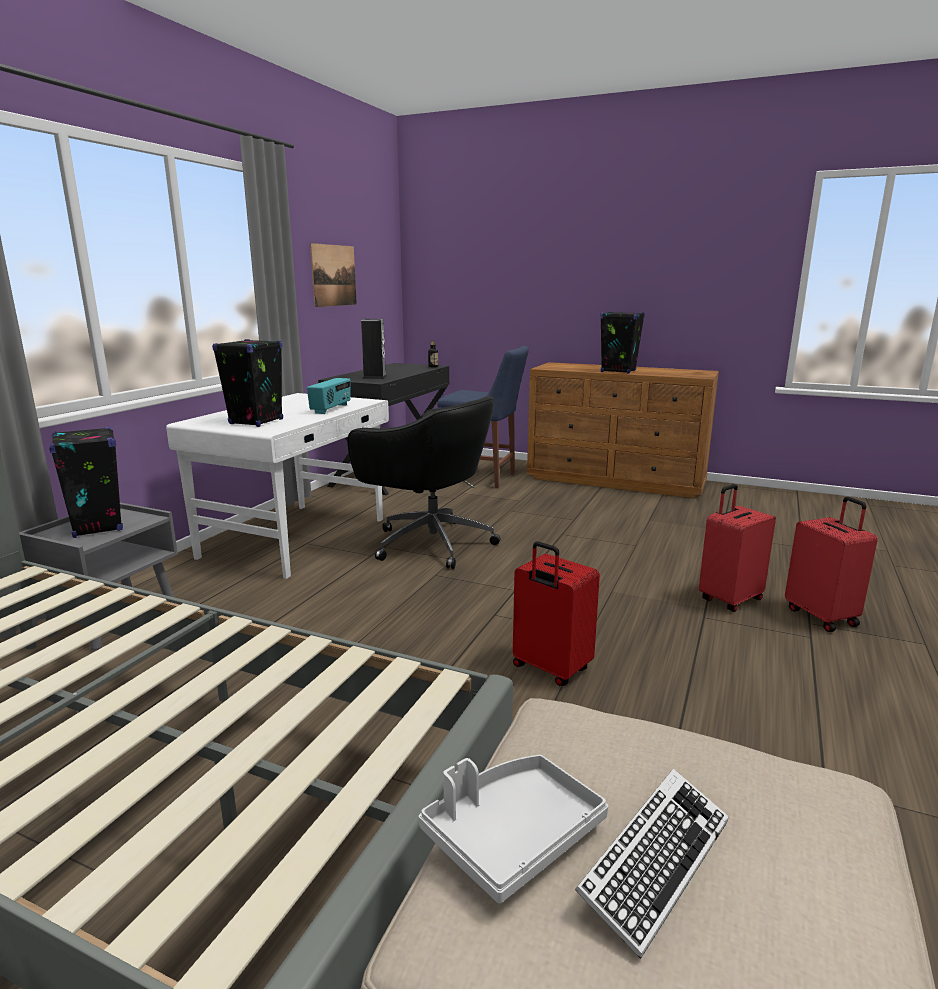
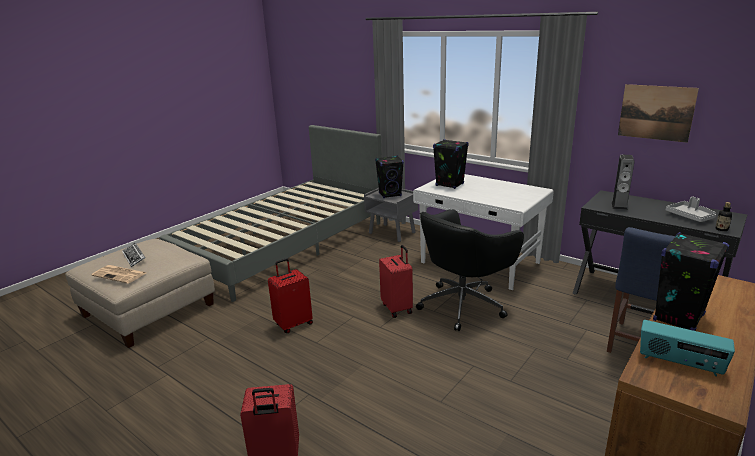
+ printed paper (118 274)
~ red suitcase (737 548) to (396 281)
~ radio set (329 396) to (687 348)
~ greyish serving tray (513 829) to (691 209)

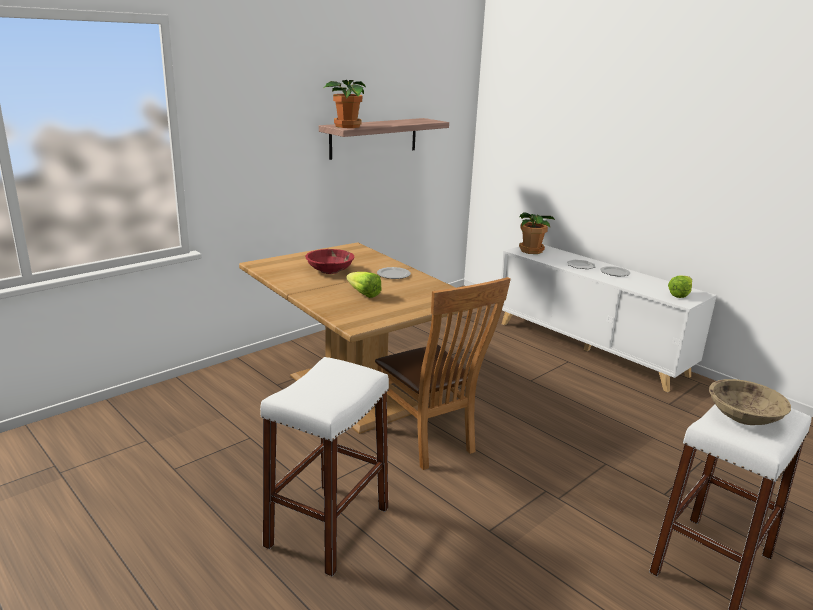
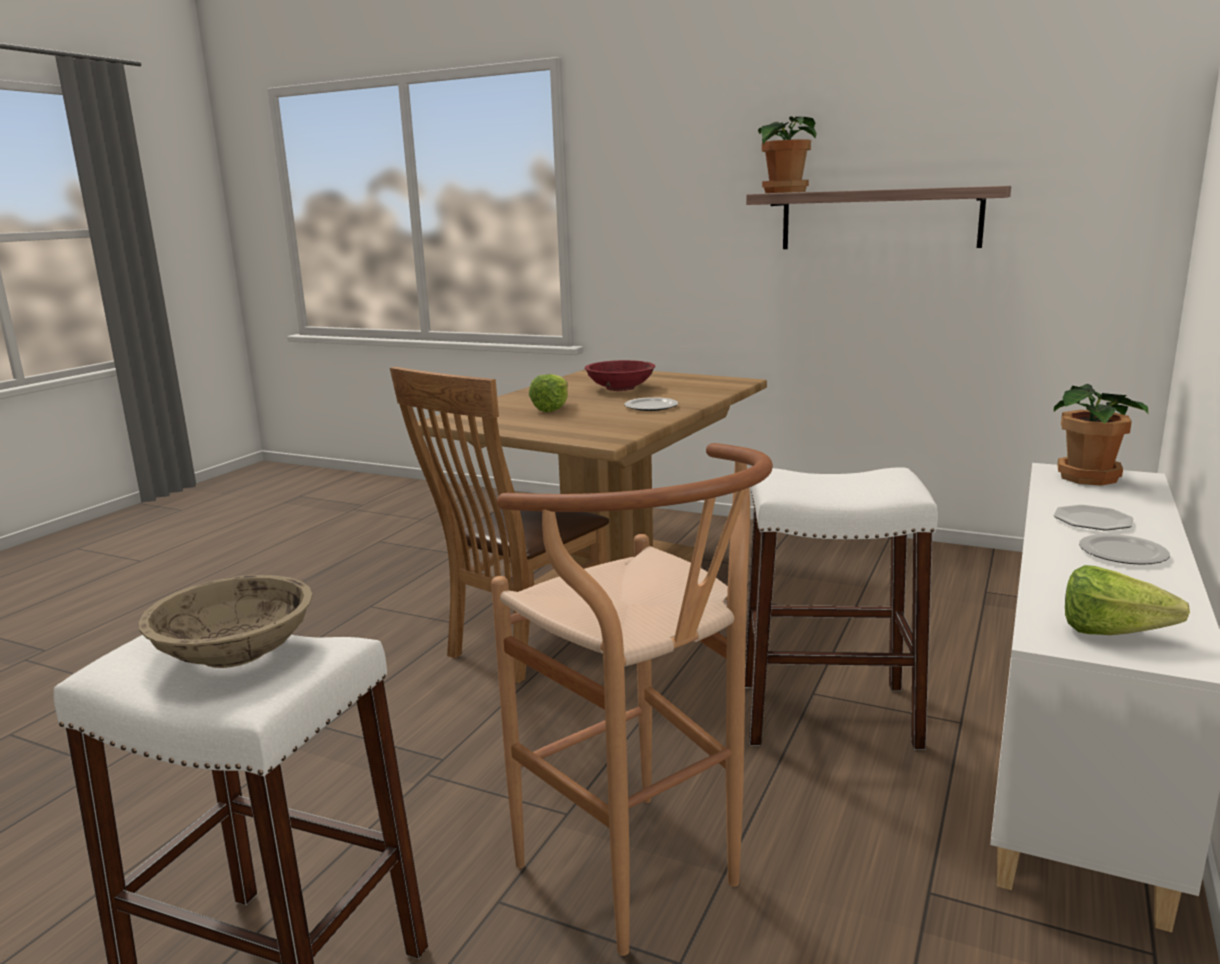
+ brownish sitting stool (632 699)
~ white-coloured sitting stool (324 466) to (841 608)

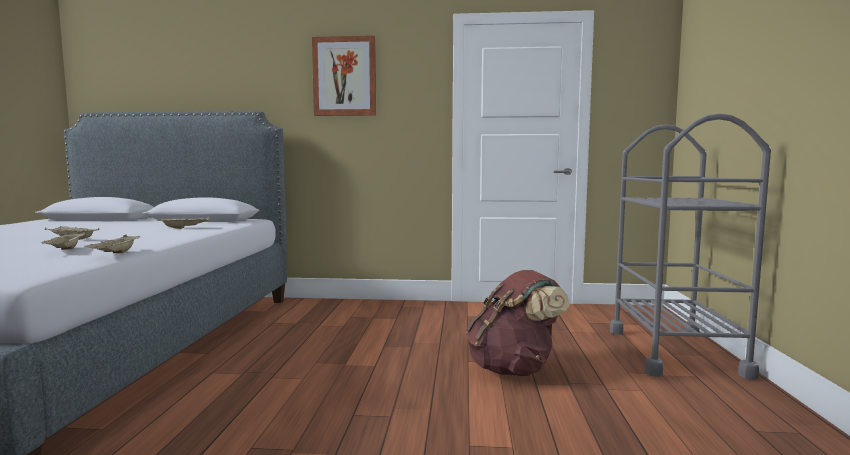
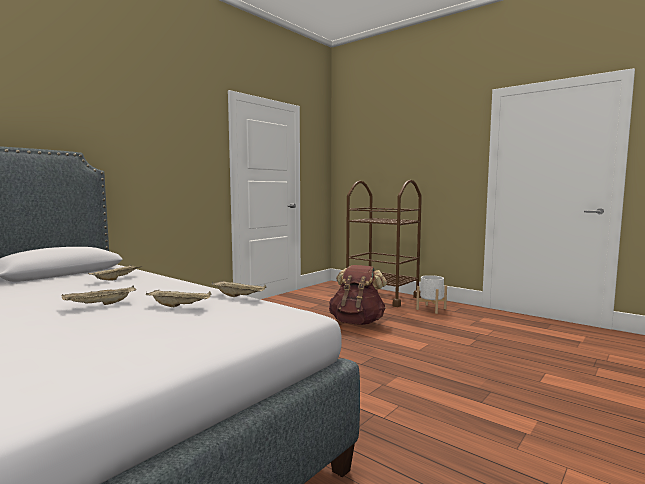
~ greyish wheeled cart (690 246) to brownish wheeled cart (384 243)
+ white-coloured flower pot (431 294)
- wall picture (344 76)

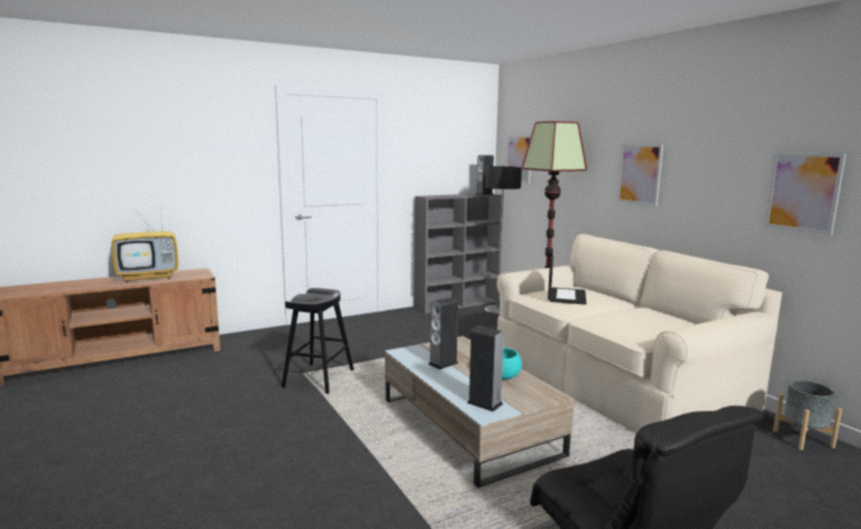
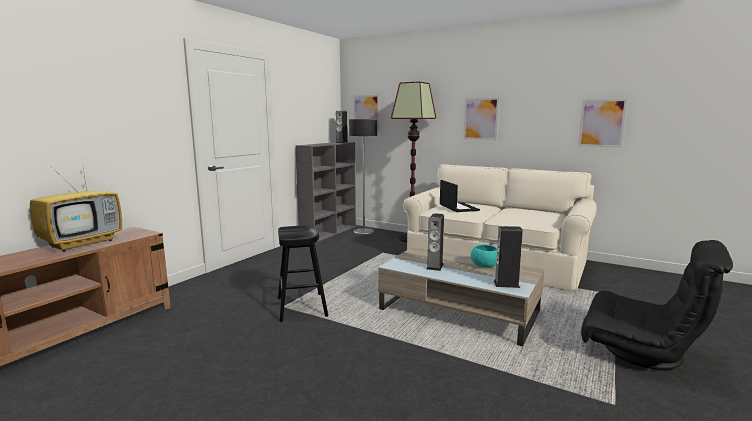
- greyish flower pot (807 415)

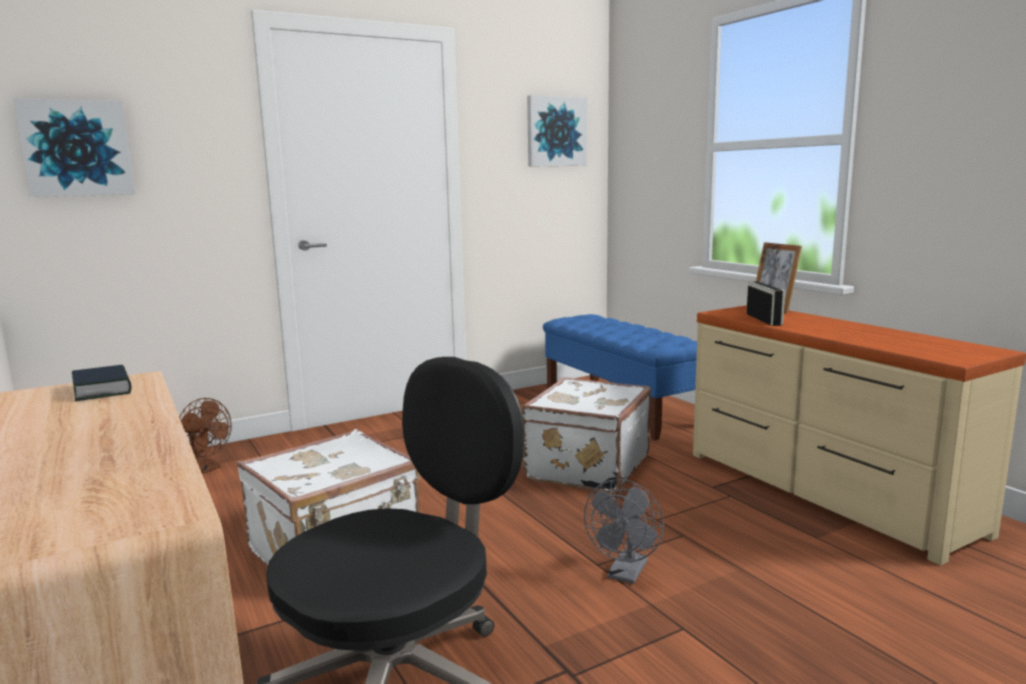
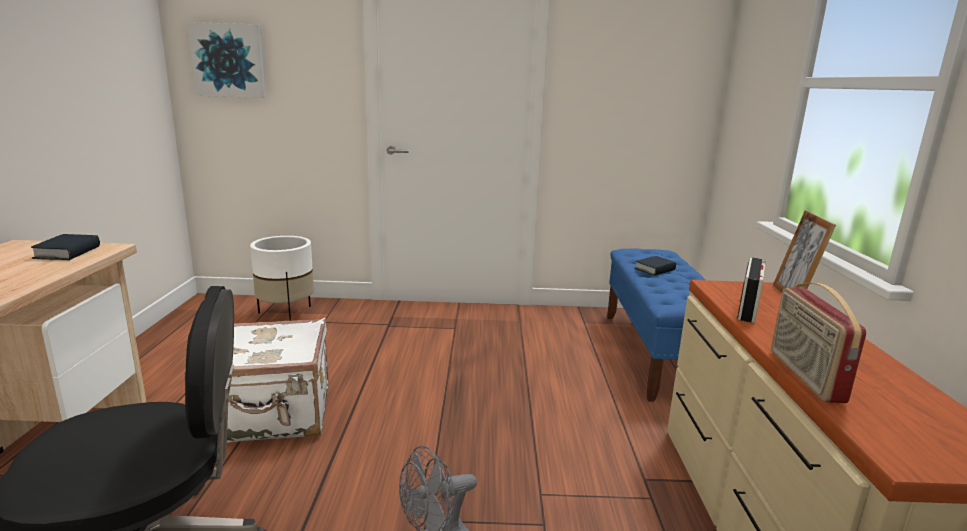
~ brownish cooling fan (205 435) to white-coloured flower pot (282 278)
+ bound book (655 266)
+ radio set (818 343)
- white-coloured suitcase (586 435)
- wall picture (557 131)

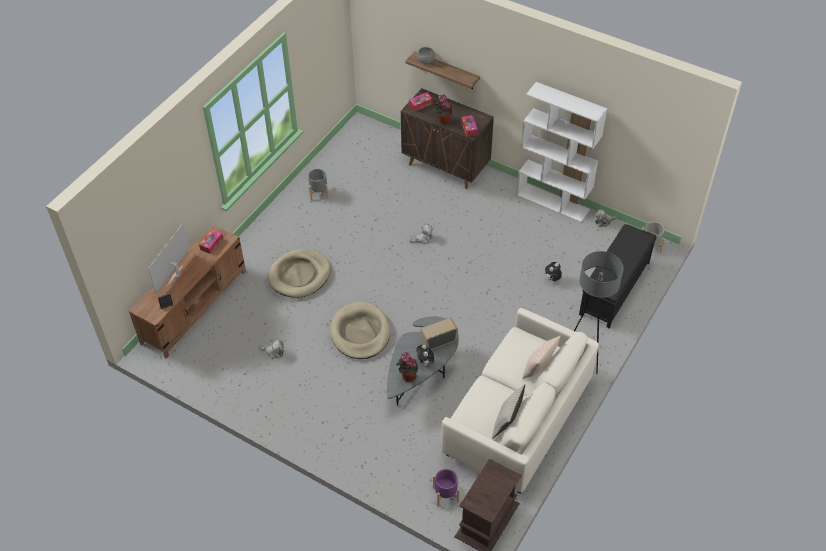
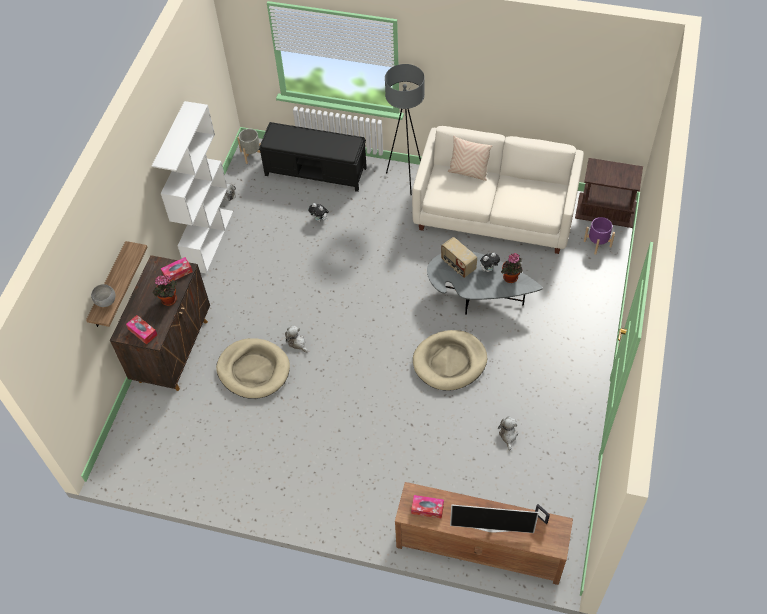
~ sand-coloured dog cushion (299 273) to (253 368)
- greyish flower pot (318 184)
- sand-coloured pillow (508 411)

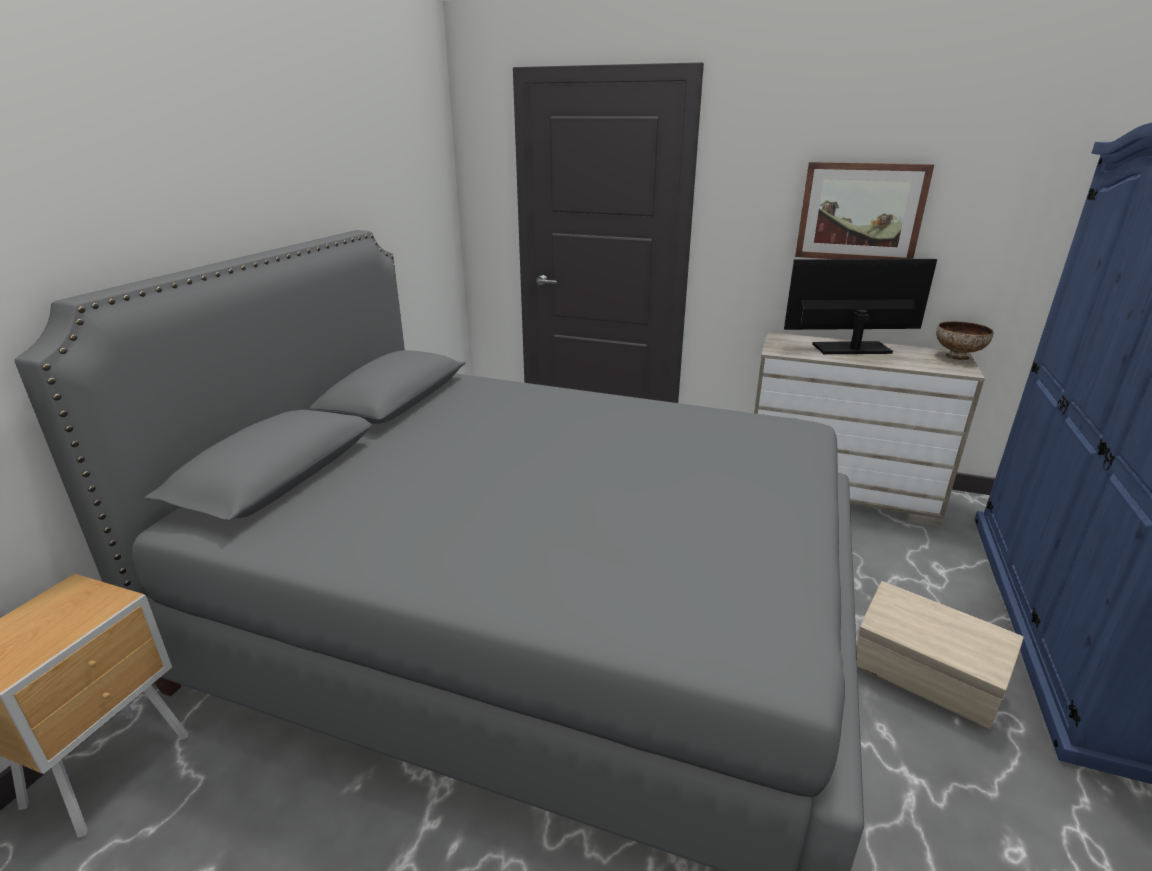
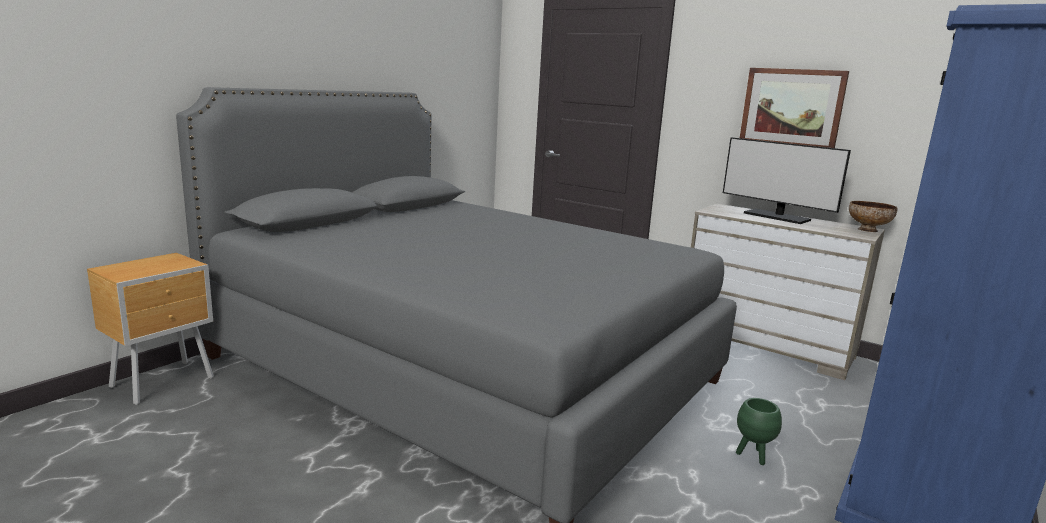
~ monitor (860 306) = (787 180) 150 degrees counterclockwise
~ sand-coloured storage bin (940 655) to green-coloured flower pot (759 431)

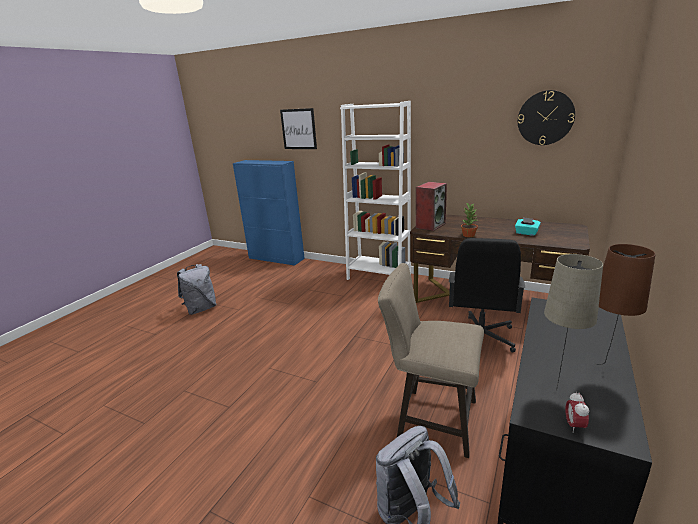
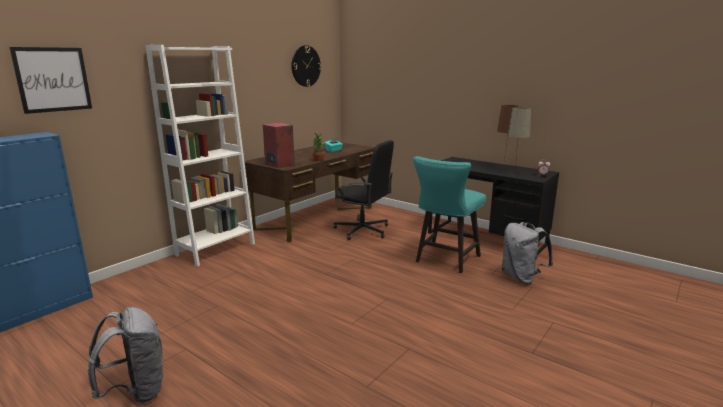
~ sand-coloured sitting stool (431 360) to turquoise sitting stool (449 214)

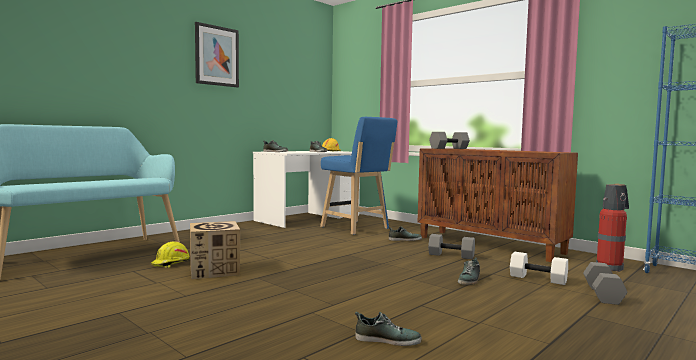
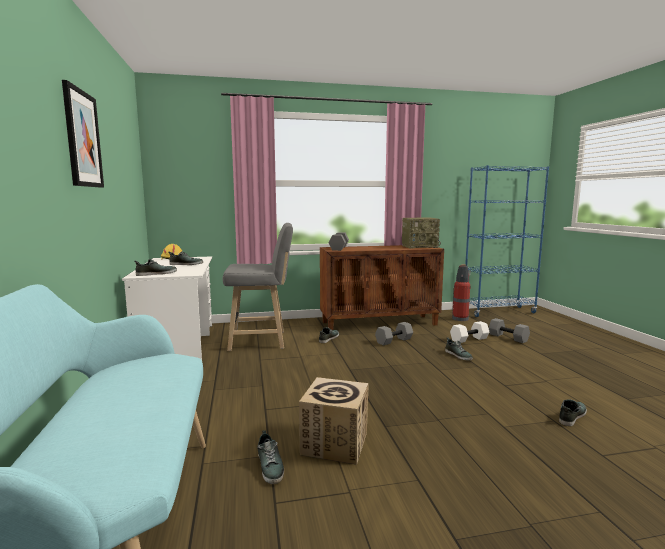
~ blue sitting stool (358 176) to greyish sitting stool (258 287)
~ yellow hard hat (170 254) to low shoe (270 457)
+ radio set (421 233)

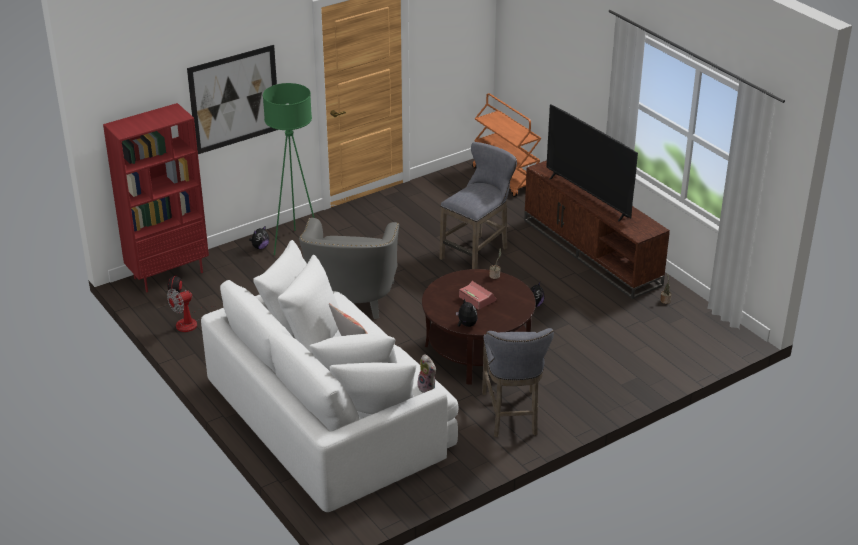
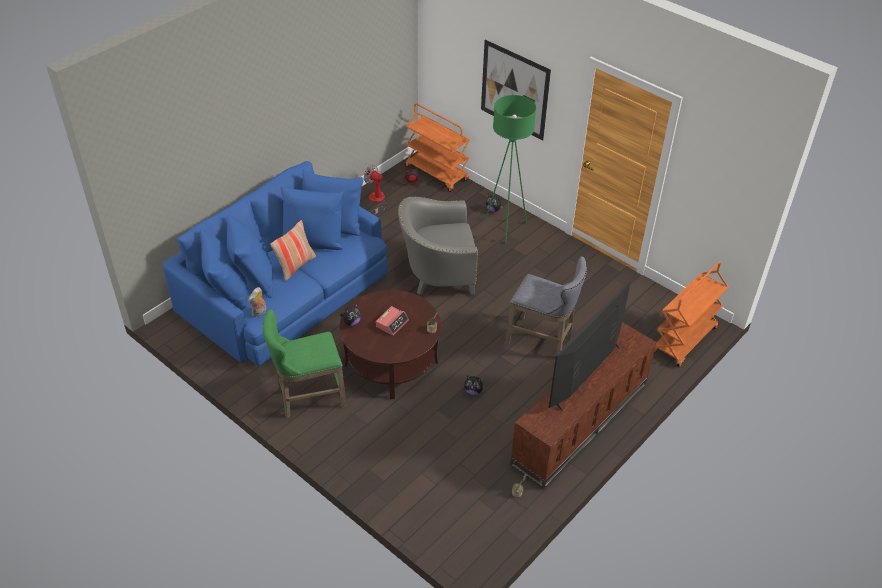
~ white-coloured sofa (329 376) to blue sofa (275 263)
~ greyish sitting stool (518 382) to green-coloured sitting stool (305 363)
~ red shelving unit (156 197) to orange wheeled cart (437 147)

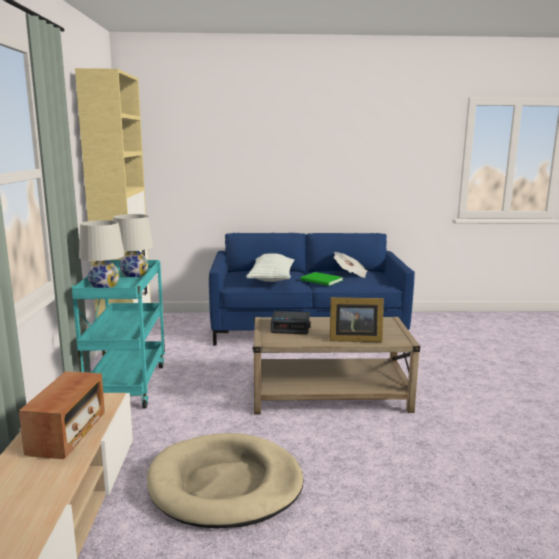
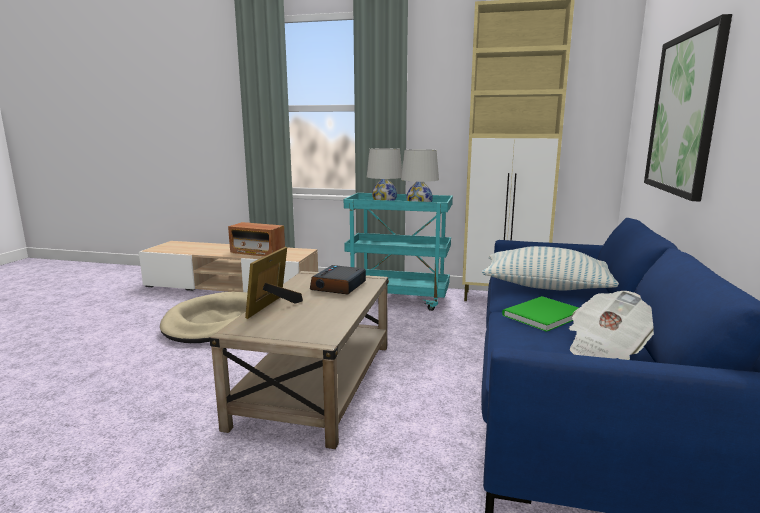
+ wall picture (688 107)

